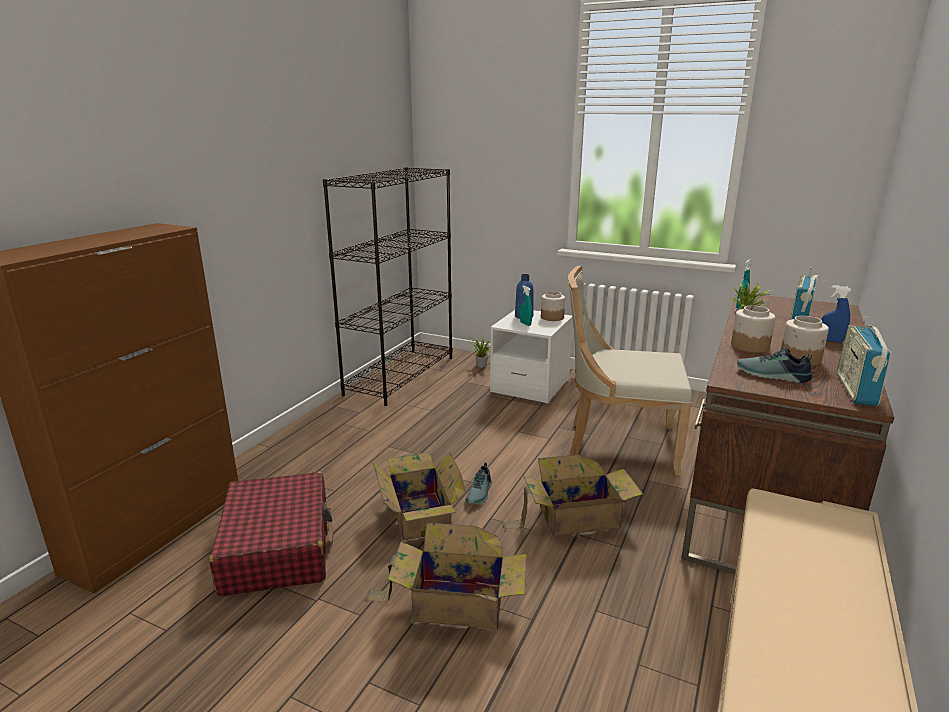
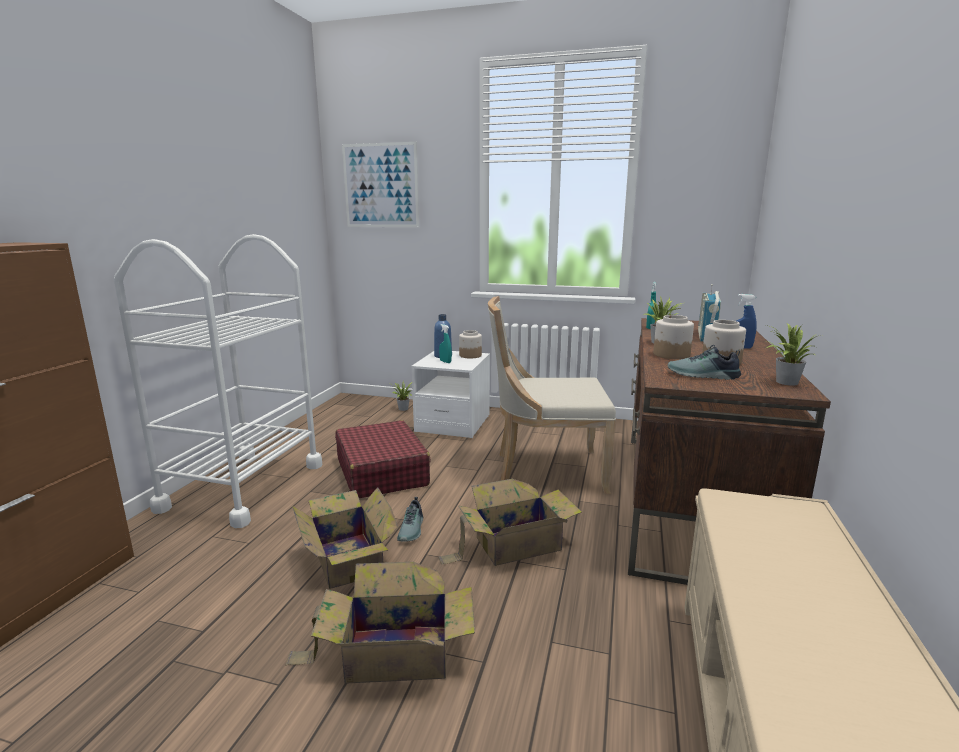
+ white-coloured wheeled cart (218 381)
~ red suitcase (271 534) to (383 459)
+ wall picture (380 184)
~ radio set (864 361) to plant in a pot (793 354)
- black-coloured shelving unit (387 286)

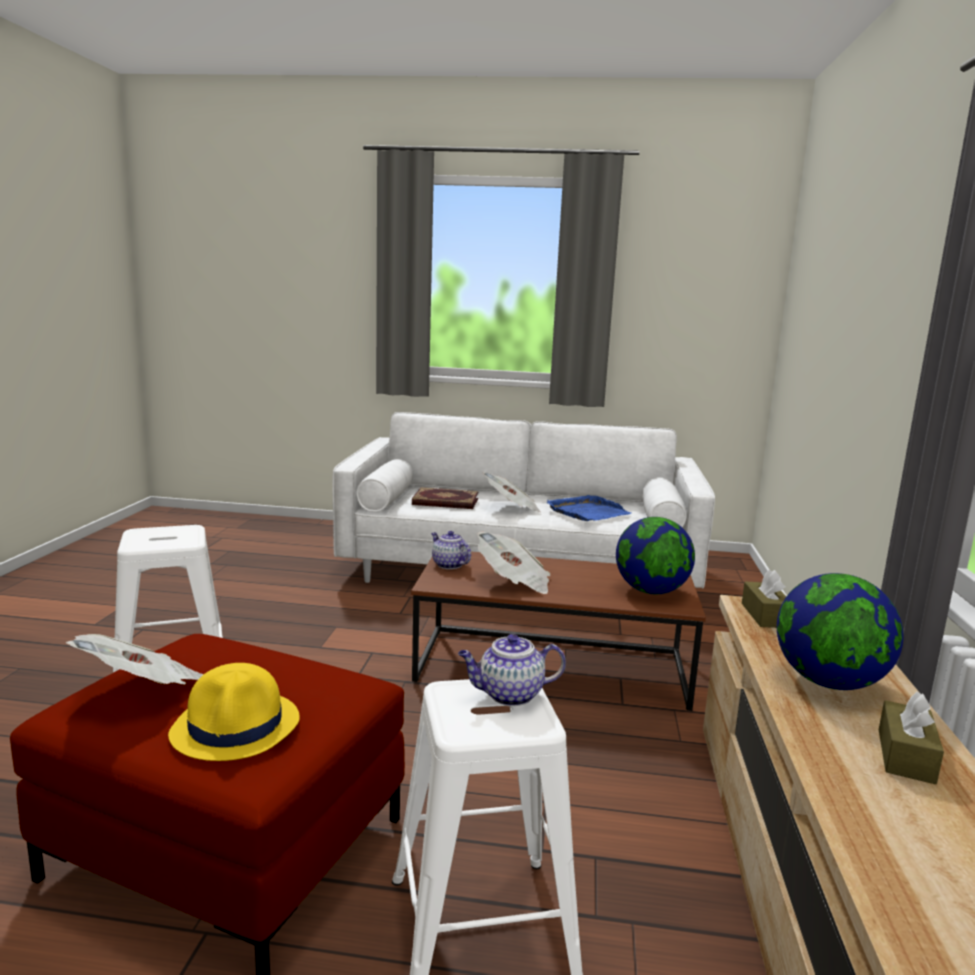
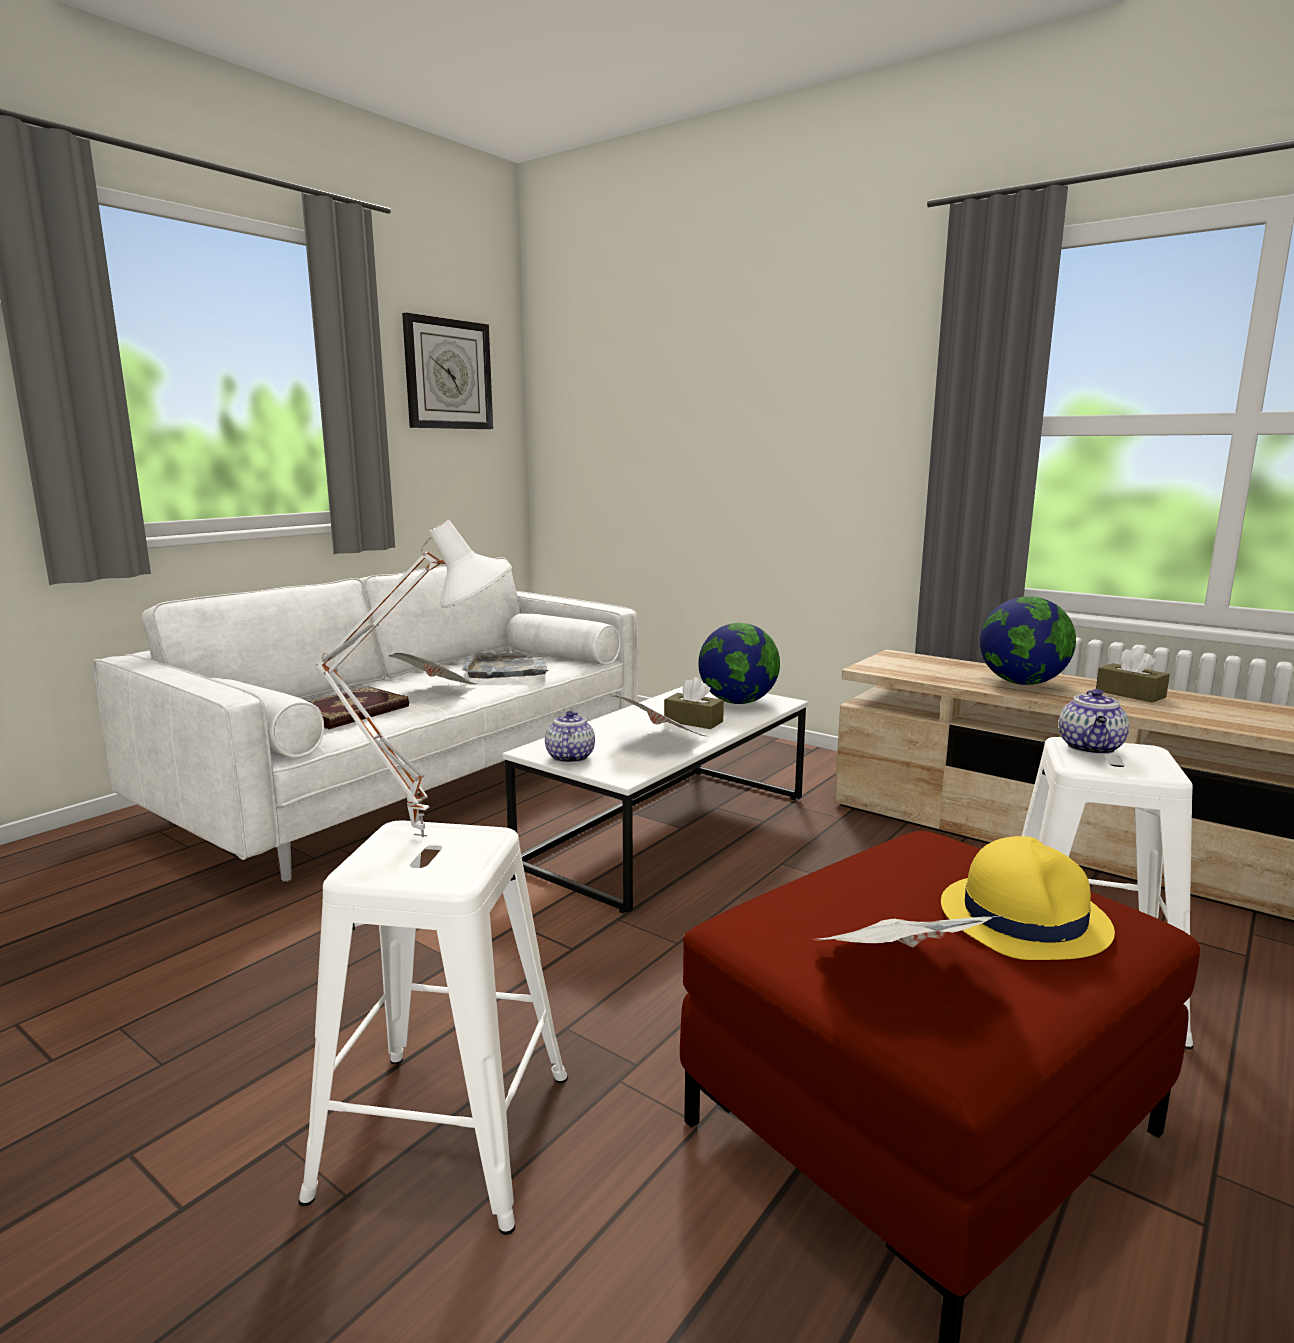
+ white-coloured table lamp (413 678)
+ clock on the wall (447 371)
~ blue serving tray (589 508) to greyish serving tray (505 665)
~ brownish lounge table (558 631) to white-coloured lounge table (655 797)
~ teapot (451 550) = (570 737) 105 degrees clockwise
~ brownish box of tissues (764 599) to (694 703)

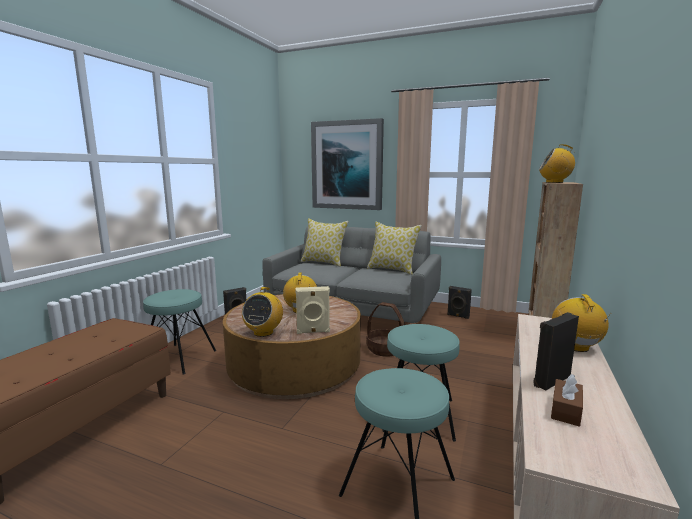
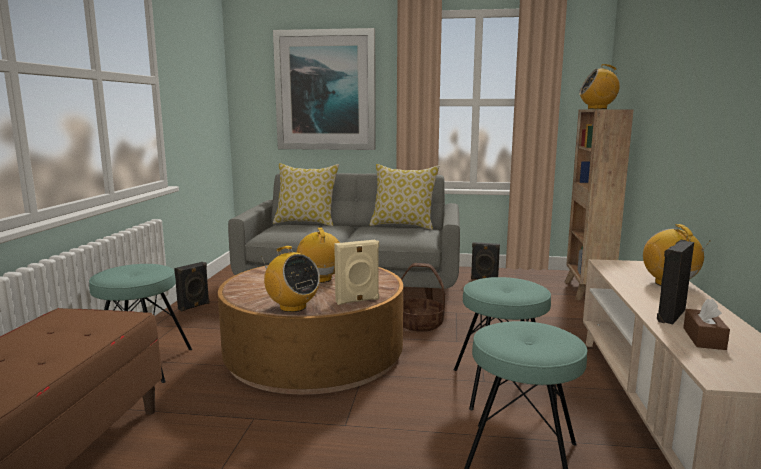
~ radio set (262 312) = (290 279) 45 degrees counterclockwise

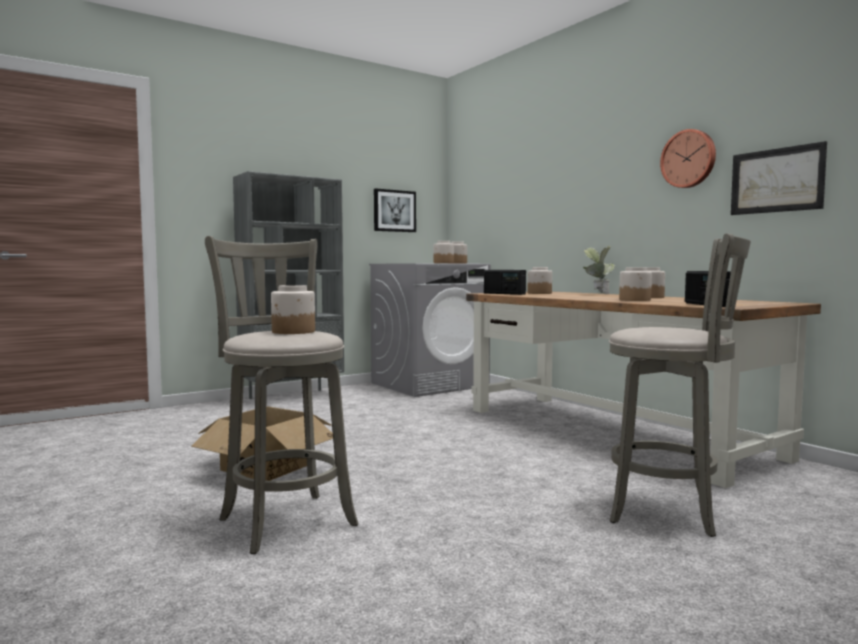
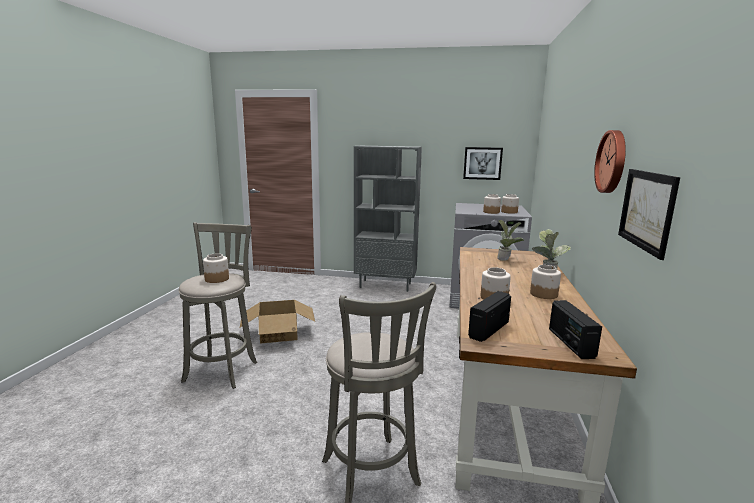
~ jar (539 280) to plant in a pot (510 240)
~ radio set (505 282) to (575 329)

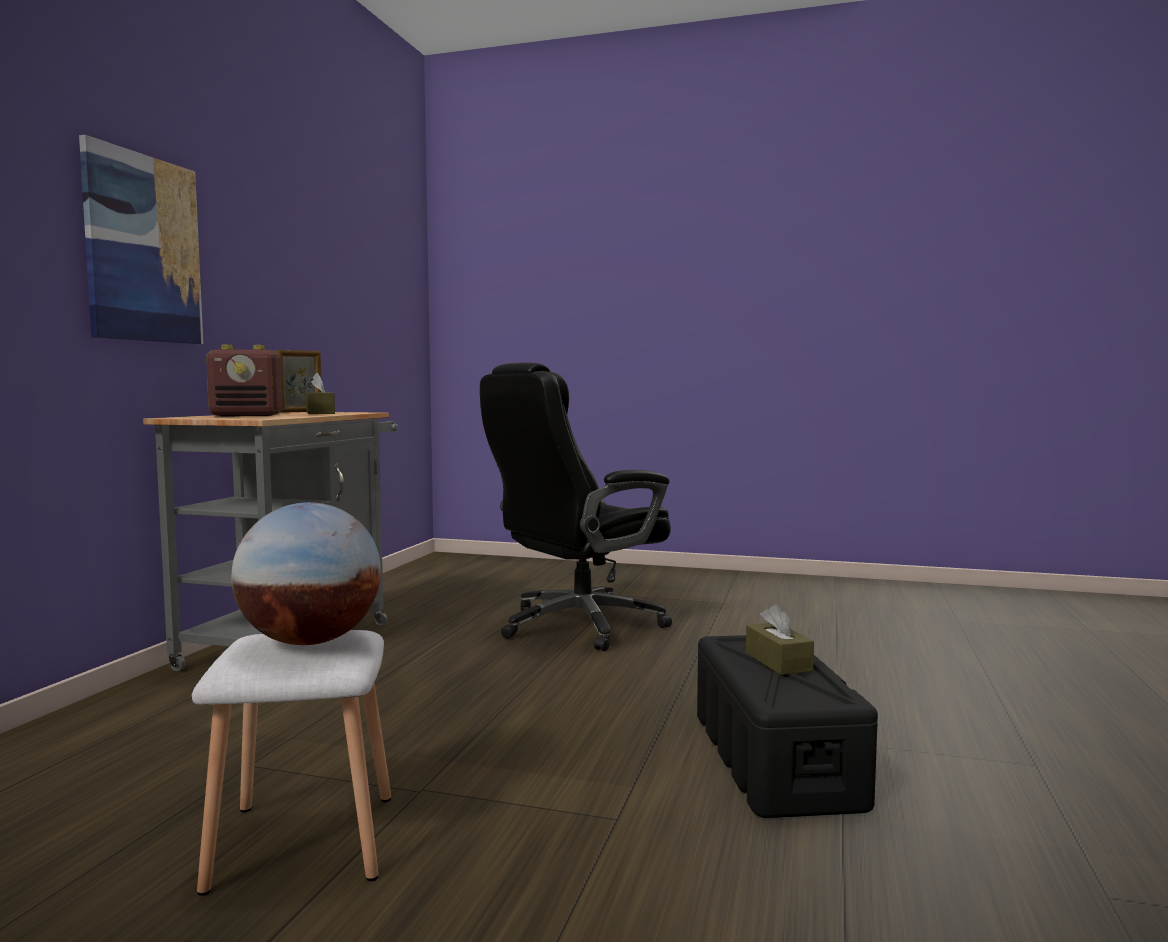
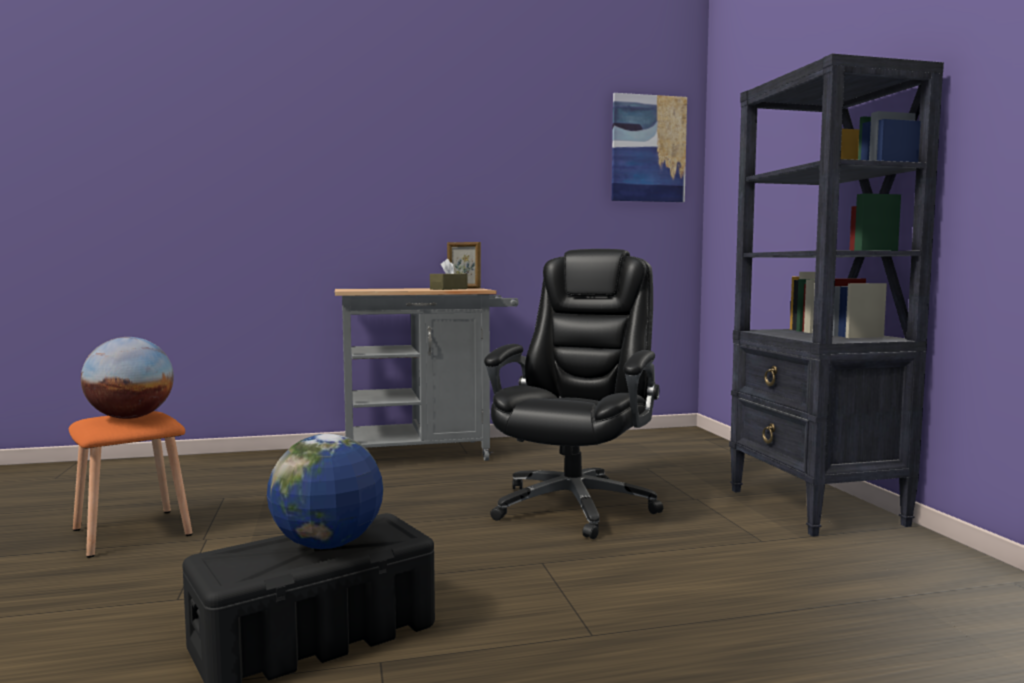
~ white-coloured sitting stool (291 763) to orange sitting stool (130 484)
~ brownish box of tissues (780 639) to world globe (325 491)
~ black-coloured office chair (576 507) = (573 394) 90 degrees clockwise
~ wall picture (141 239) to (649 147)
+ black-coloured shelving unit (836 295)
- radio set (244 380)

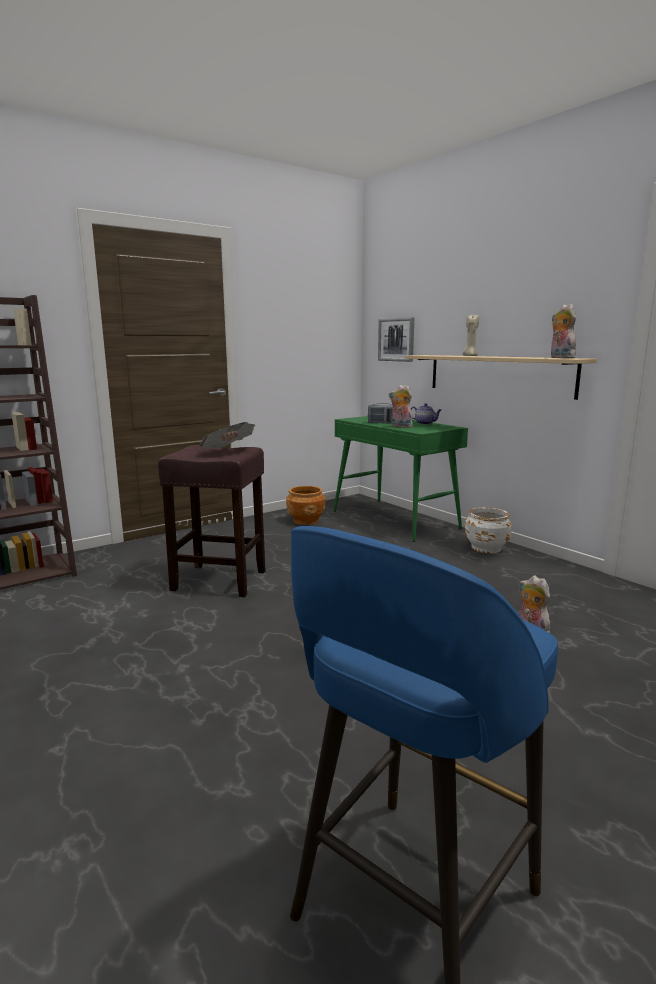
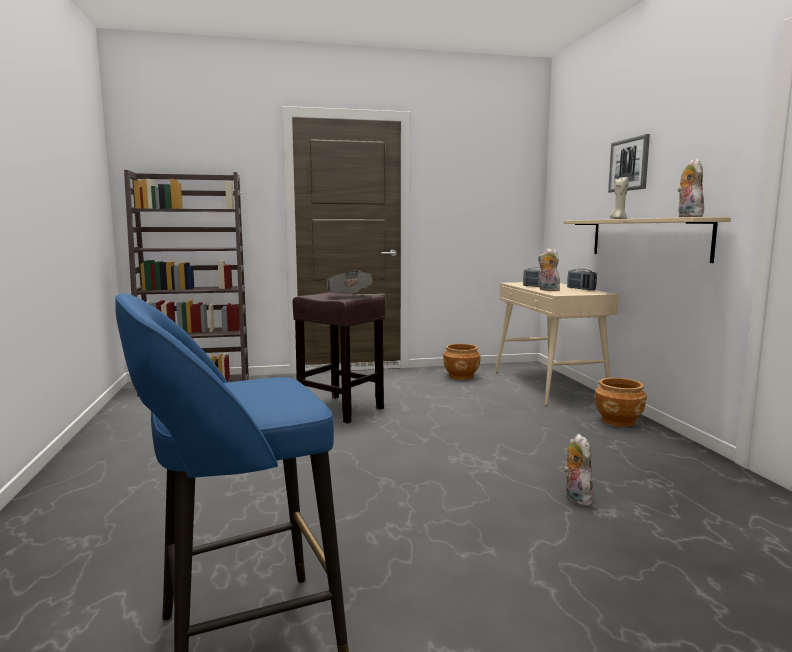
~ green-coloured console table (400 479) to sand-coloured console table (557 344)
~ teapot (426 414) to radio set (582 279)
~ white-coloured flower pot (488 530) to brownish flower pot (620 402)
~ wall picture (396 339) to (629 163)

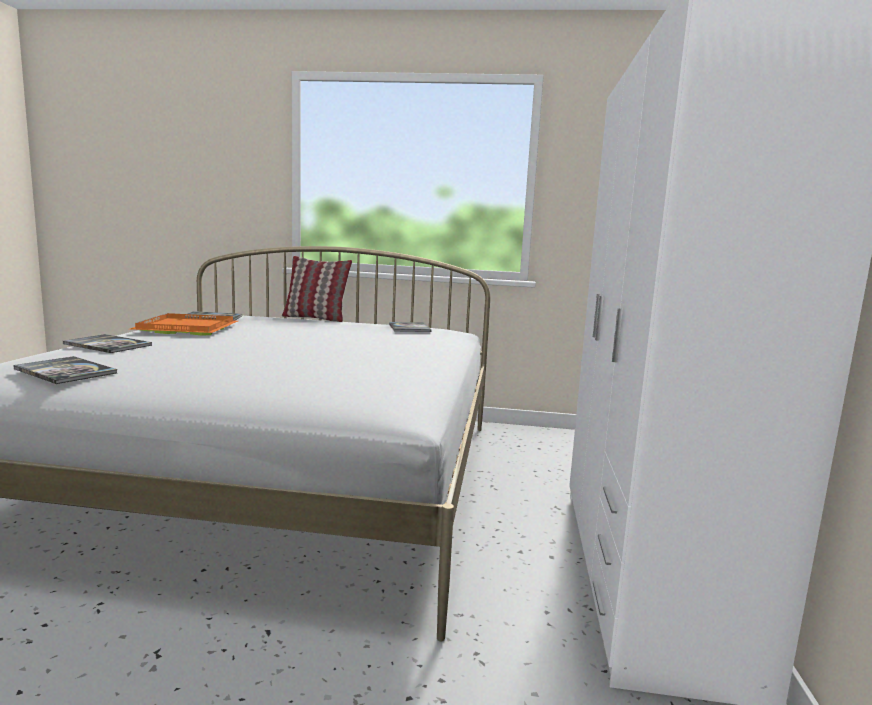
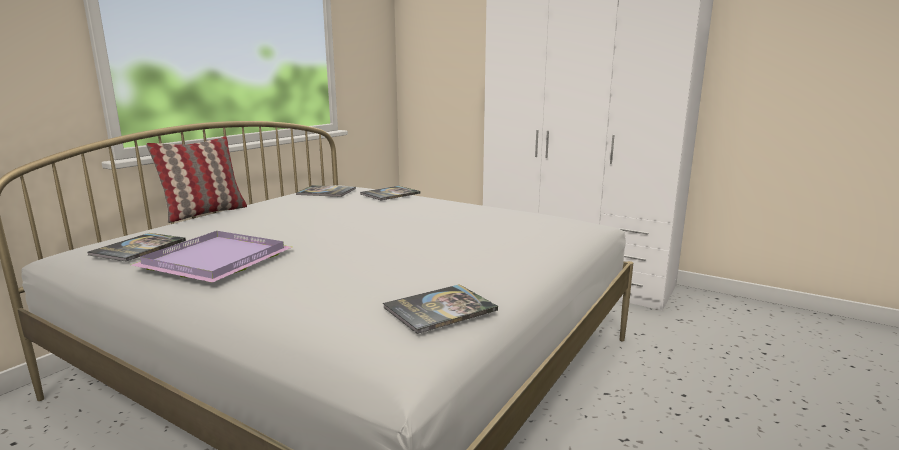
~ orange serving tray (184 324) to purplish serving tray (212 257)
~ bound book (107 343) to (390 193)

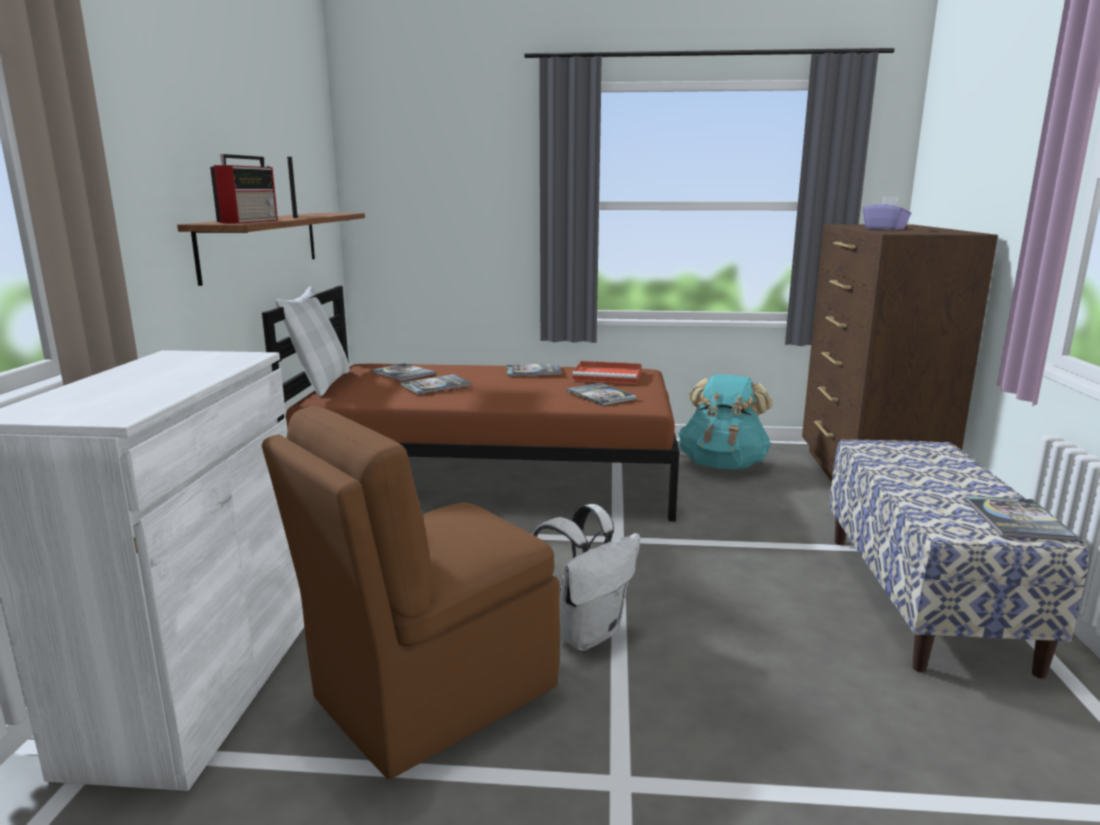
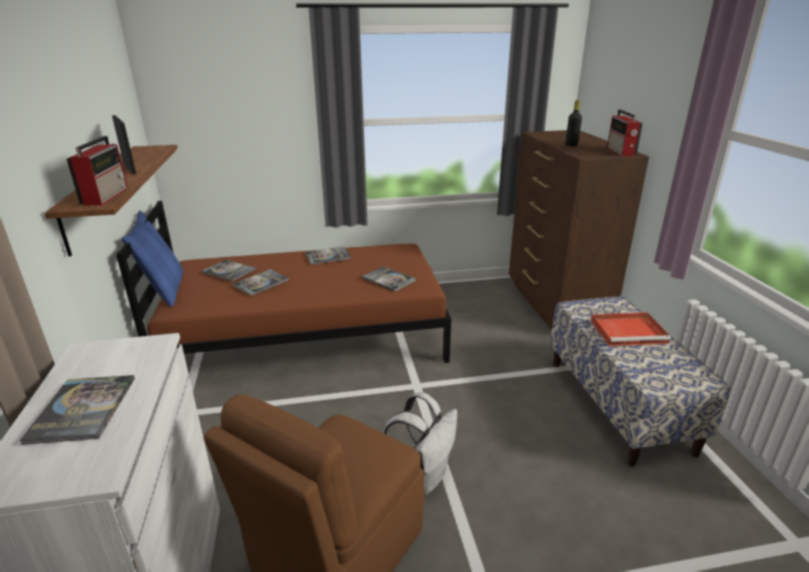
~ bound book (1022 518) to (77 410)
~ white-coloured pillow (312 341) to blue pillow (152 259)
~ purplish box of tissues (887 213) to black-coloured bottle (574 123)
~ red serving tray (607 372) to (631 329)
+ radio set (625 133)
- turquoise backpack (725 422)

